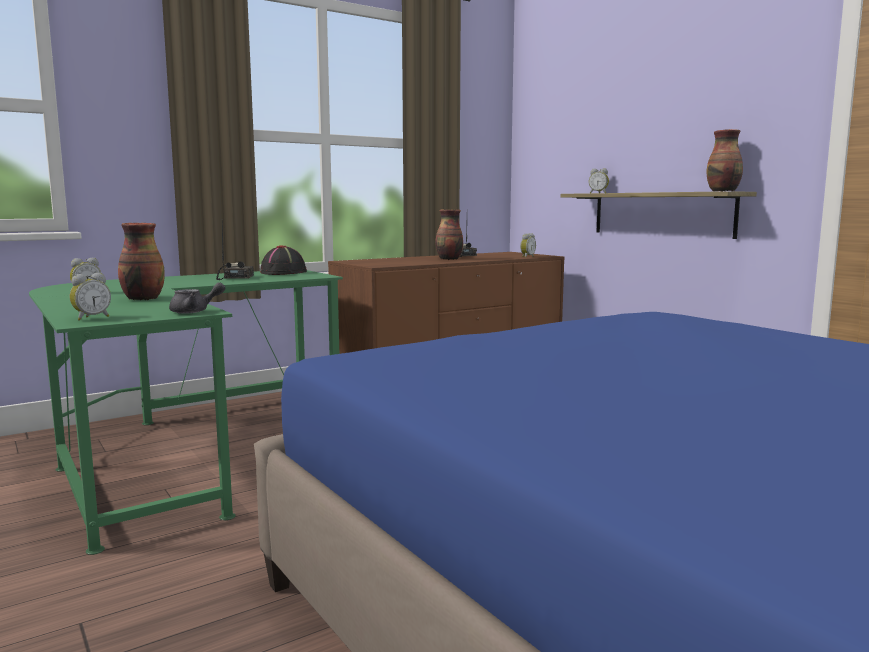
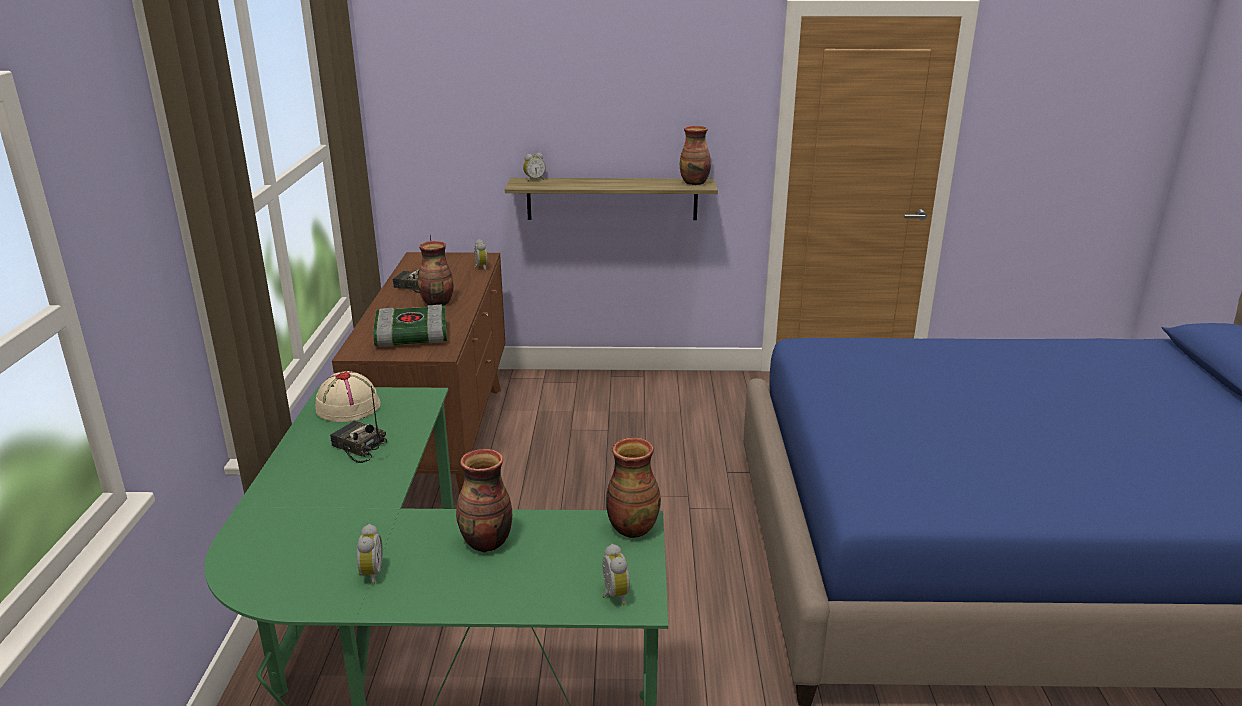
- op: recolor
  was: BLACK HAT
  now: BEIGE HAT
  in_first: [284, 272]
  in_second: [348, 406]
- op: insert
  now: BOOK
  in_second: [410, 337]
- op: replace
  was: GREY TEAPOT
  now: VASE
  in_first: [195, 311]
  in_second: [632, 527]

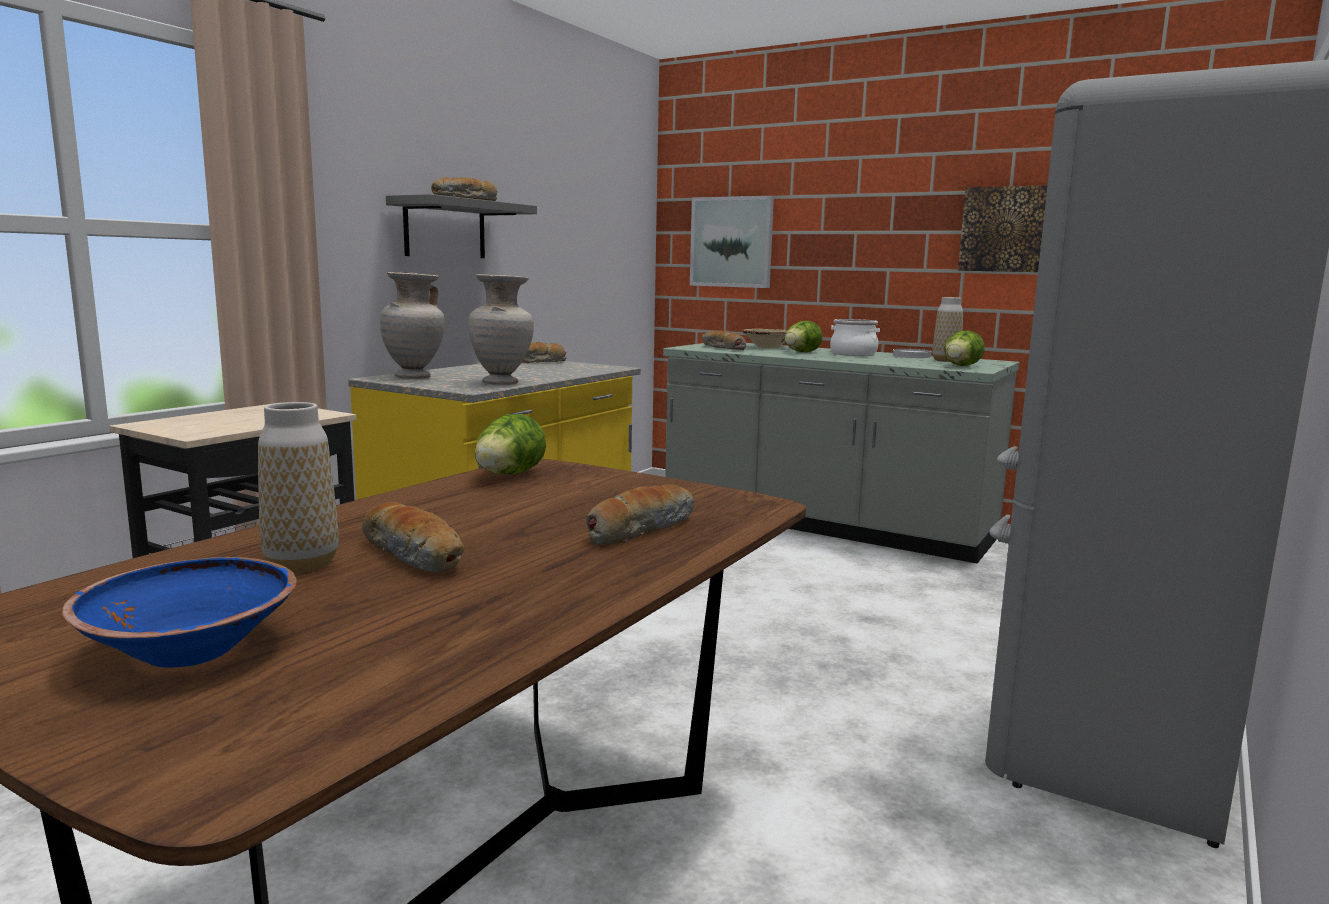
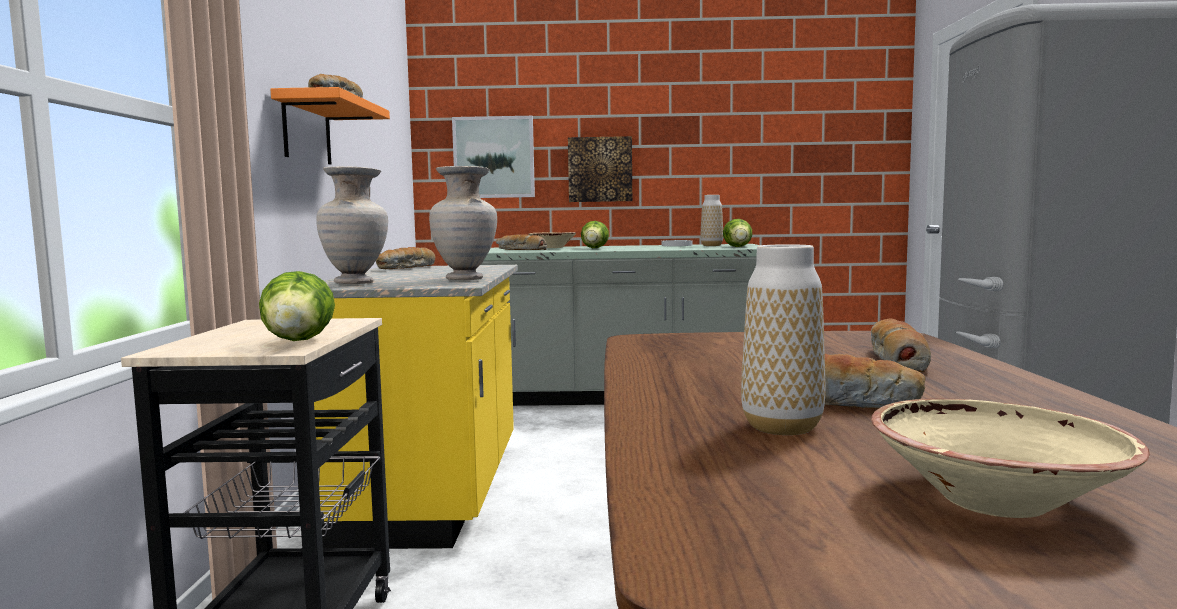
- op: move
  was: LETTUCE
  in_first: [508, 475]
  in_second: [298, 342]
- op: recolor
  was: GREY SHELF
  now: ORANGE SHELF
  in_first: [445, 229]
  in_second: [307, 131]
- op: move
  was: PICTURE
  in_first: [1005, 229]
  in_second: [600, 169]
- op: recolor
  was: BLUE BOWL
  now: BEIGE BOWL
  in_first: [190, 650]
  in_second: [994, 499]
- op: delete
  was: COOKING POT
  in_first: [853, 354]

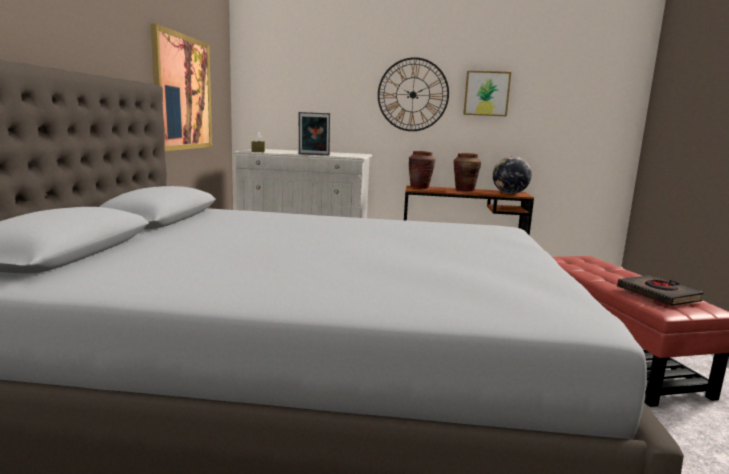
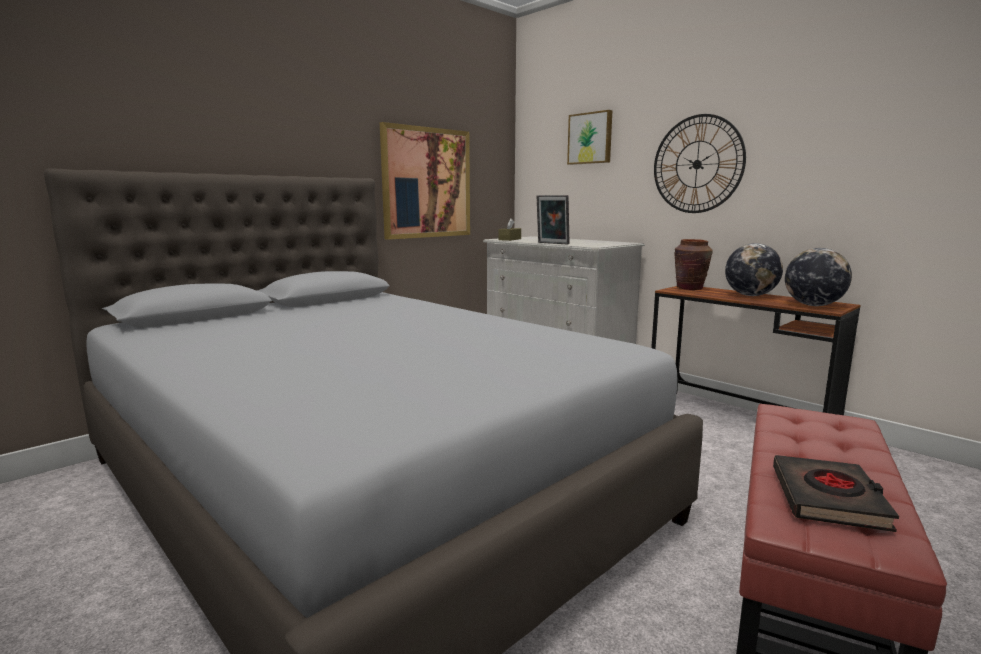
- op: move
  was: PICTURE
  in_first: [486, 93]
  in_second: [590, 138]
- op: replace
  was: BROWN VASE
  now: GLOBE
  in_first: [464, 190]
  in_second: [750, 295]

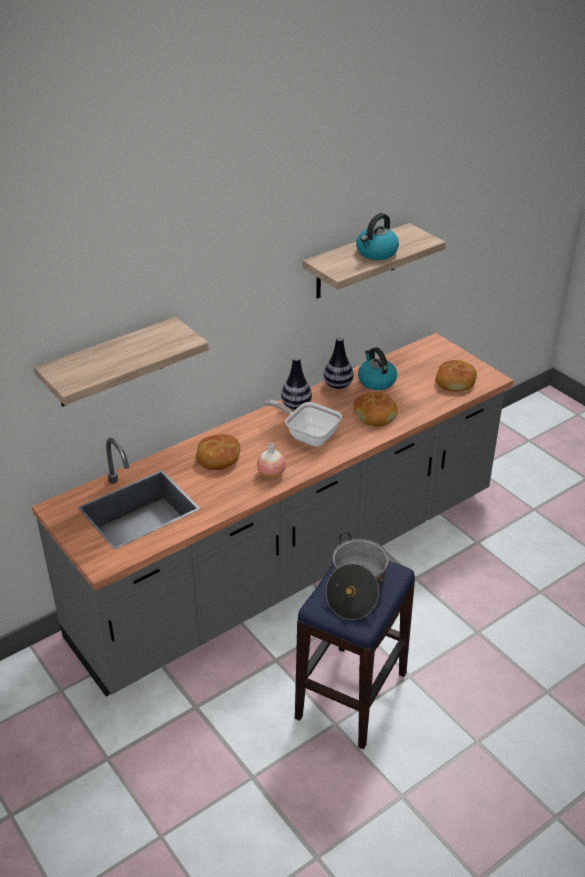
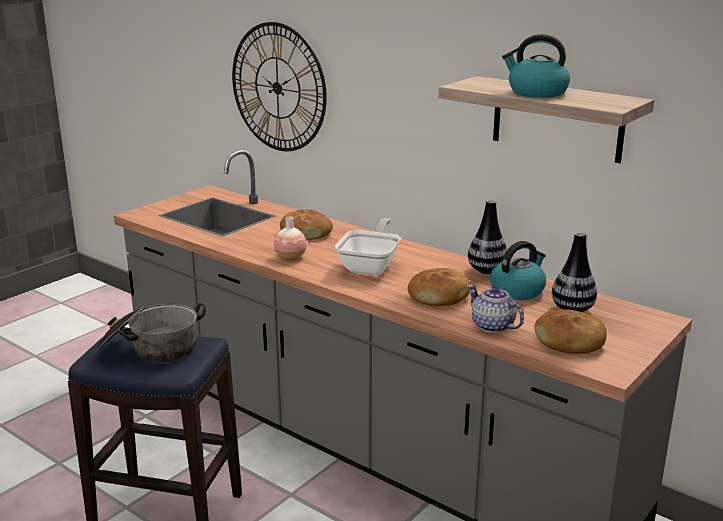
- op: replace
  was: SHELF
  now: WALL CLOCK
  in_first: [110, 363]
  in_second: [278, 88]
- op: insert
  now: TEAPOT
  in_second: [493, 326]
- op: move
  was: VASE
  in_first: [296, 406]
  in_second: [572, 310]

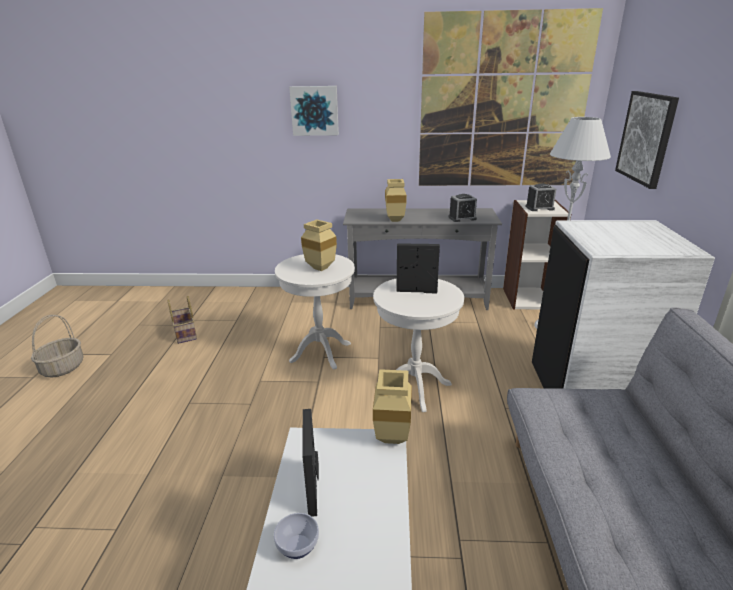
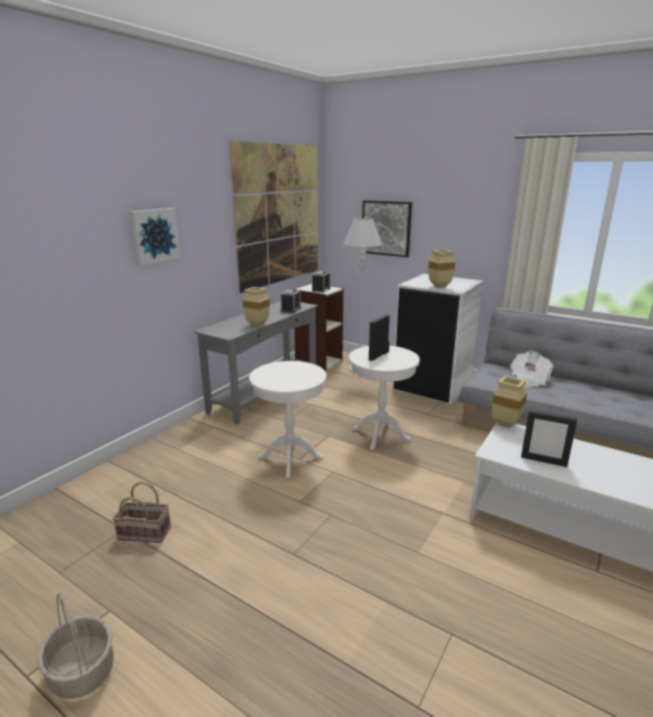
- op: move
  was: BEIGE VASE
  in_first: [318, 268]
  in_second: [439, 287]
- op: insert
  now: NEWSPAPER
  in_second: [528, 379]
- op: delete
  was: BOWL
  in_first: [296, 547]

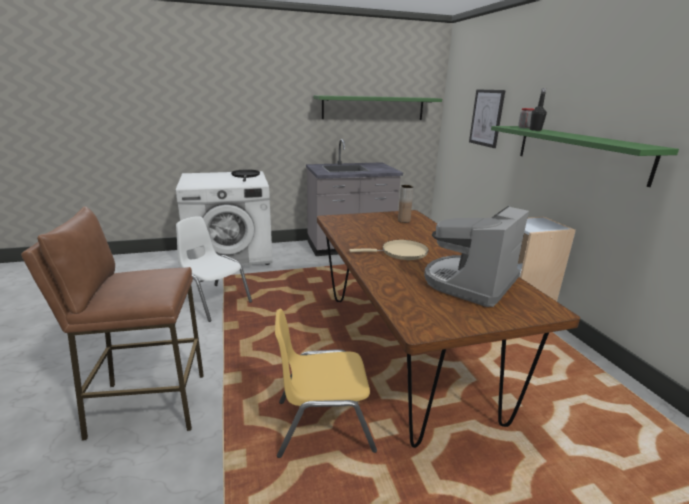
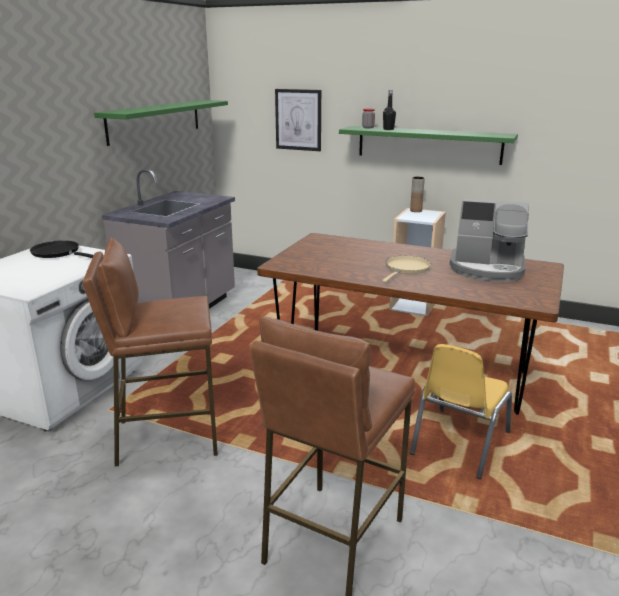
- op: replace
  was: WHITE CHAIR
  now: BROWN STOOL
  in_first: [214, 301]
  in_second: [167, 436]
- op: move
  was: BROWN VASE
  in_first: [404, 221]
  in_second: [416, 211]
- op: rotate
  was: COFFEE MACHINE
  in_first: [469, 282]
  in_second: [487, 269]
  clockwise: -60

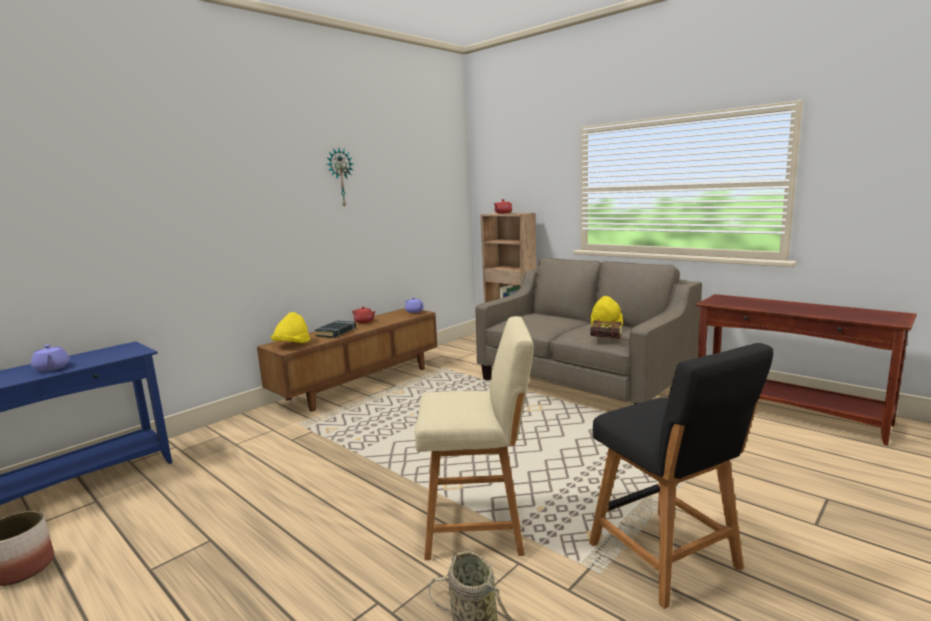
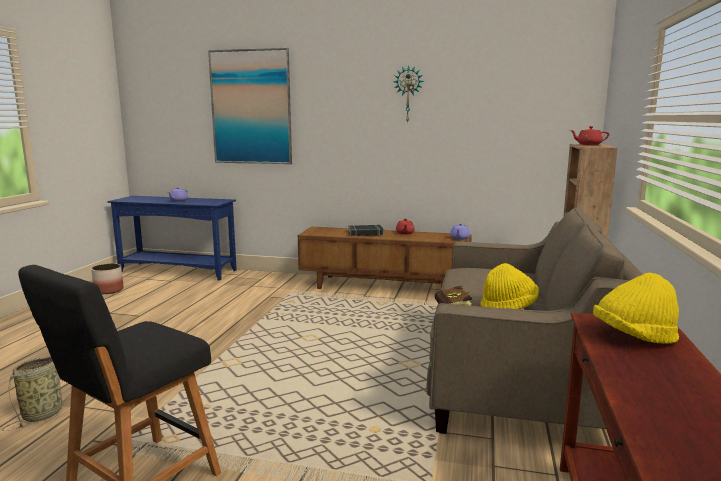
- op: insert
  now: PICTURE
  in_second: [251, 107]
- op: move
  was: YELLOW HAT
  in_first: [292, 345]
  in_second: [633, 337]
- op: delete
  was: BEIGE STOOL
  in_first: [480, 526]

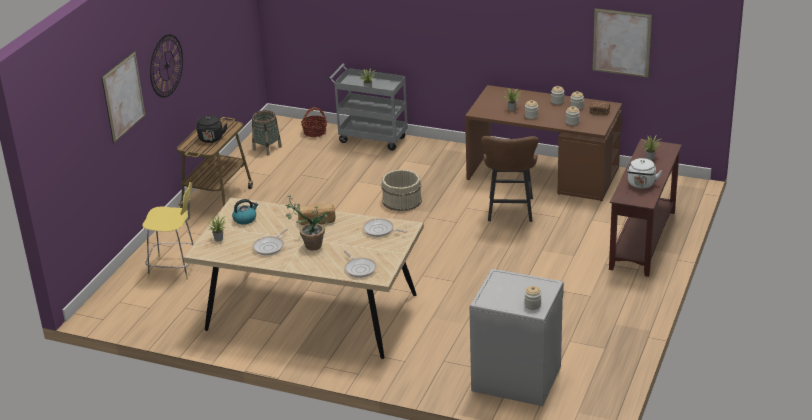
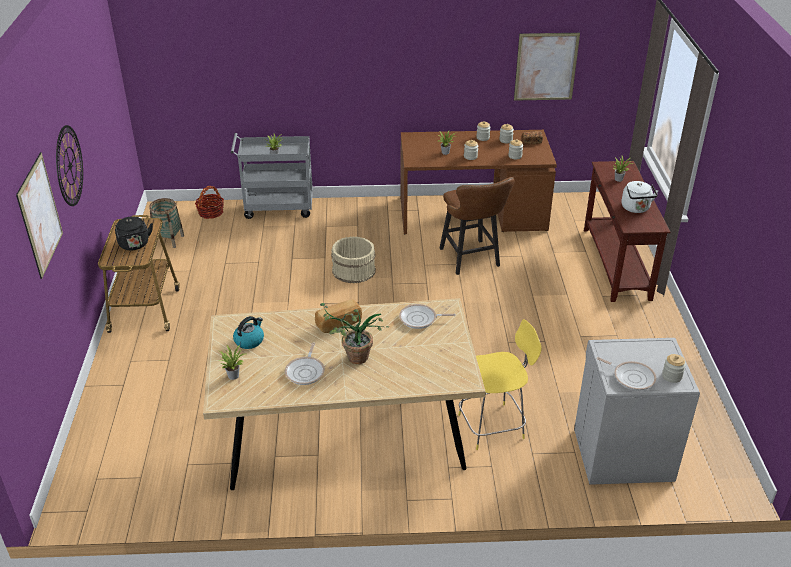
- op: move
  was: YELLOW STOOL
  in_first: [175, 268]
  in_second: [493, 426]
- op: move
  was: FRYING PAN
  in_first: [359, 268]
  in_second: [631, 377]

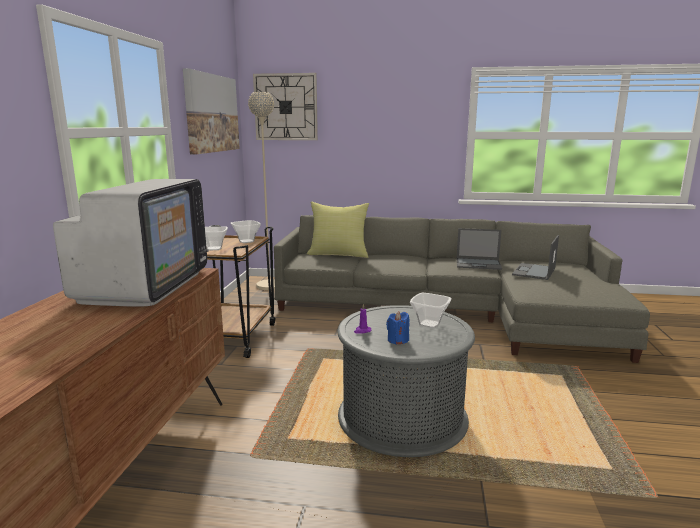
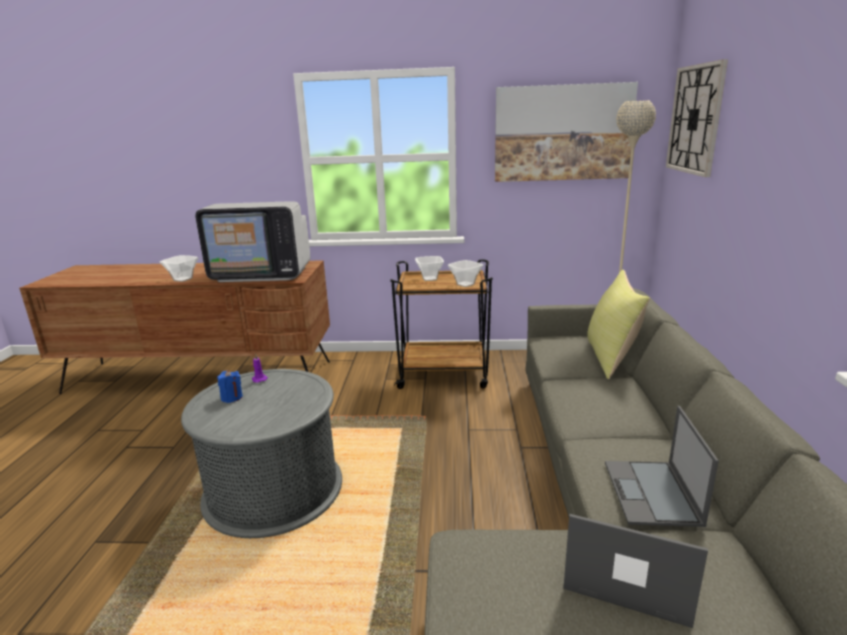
- op: move
  was: BOWL
  in_first: [429, 324]
  in_second: [182, 279]

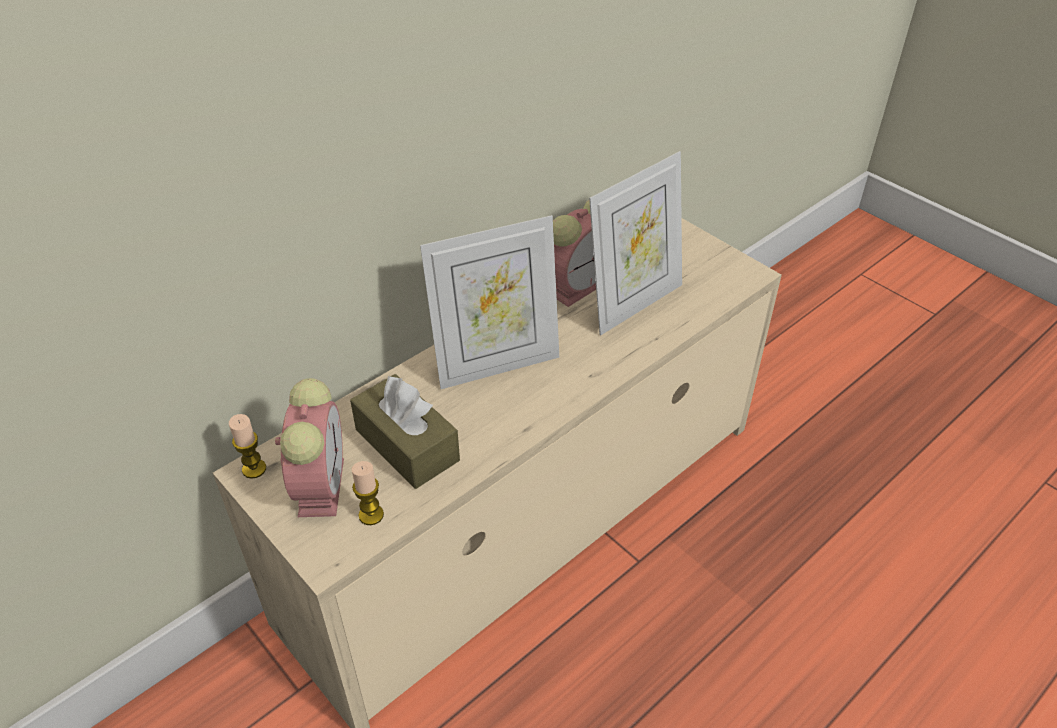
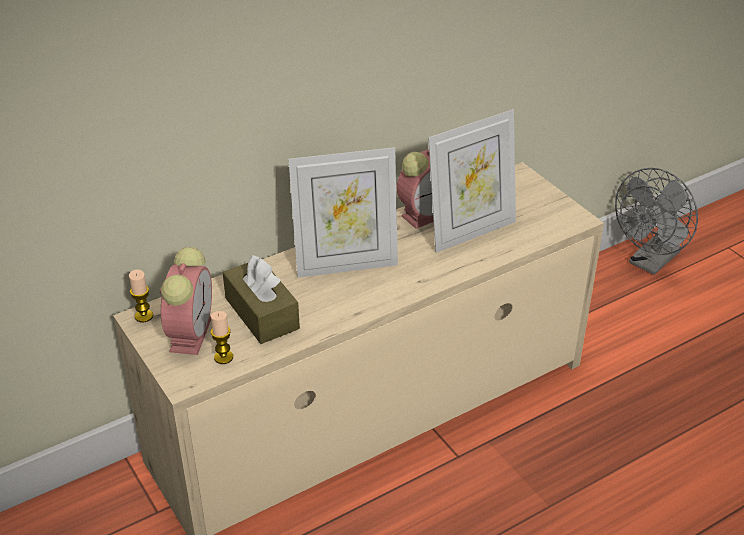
- op: insert
  now: GREY FAN
  in_second: [650, 262]

